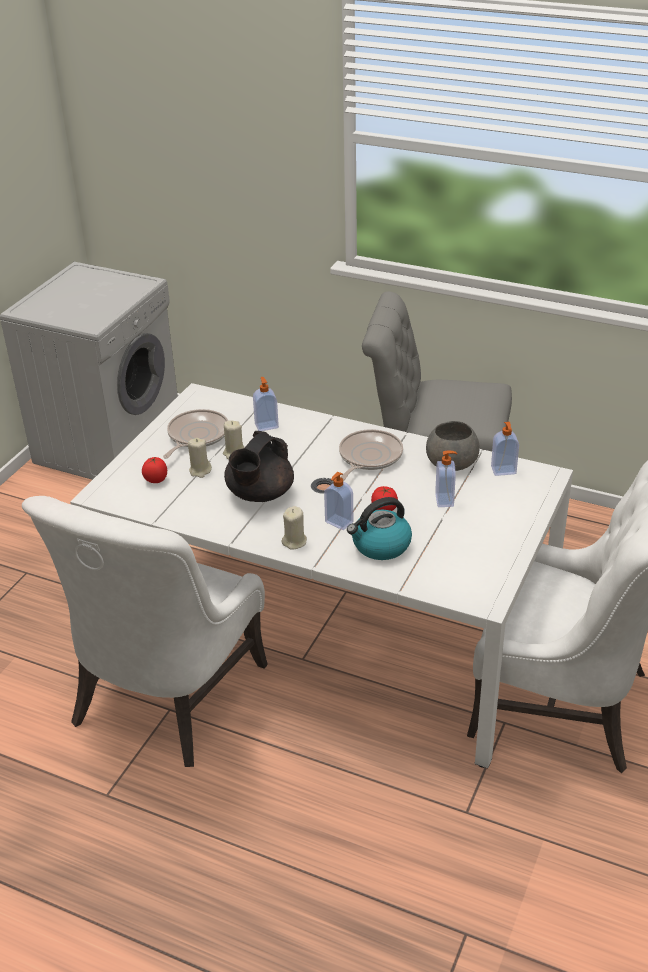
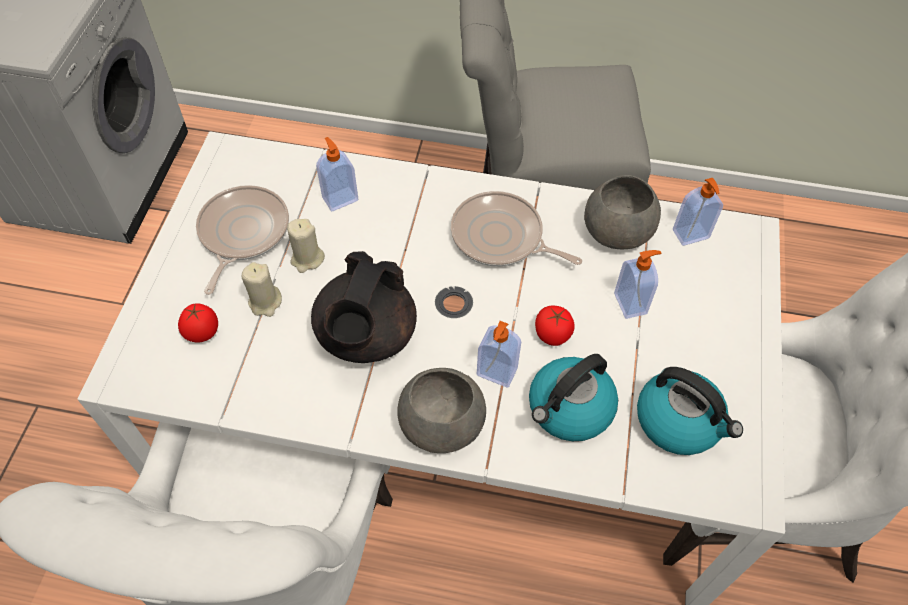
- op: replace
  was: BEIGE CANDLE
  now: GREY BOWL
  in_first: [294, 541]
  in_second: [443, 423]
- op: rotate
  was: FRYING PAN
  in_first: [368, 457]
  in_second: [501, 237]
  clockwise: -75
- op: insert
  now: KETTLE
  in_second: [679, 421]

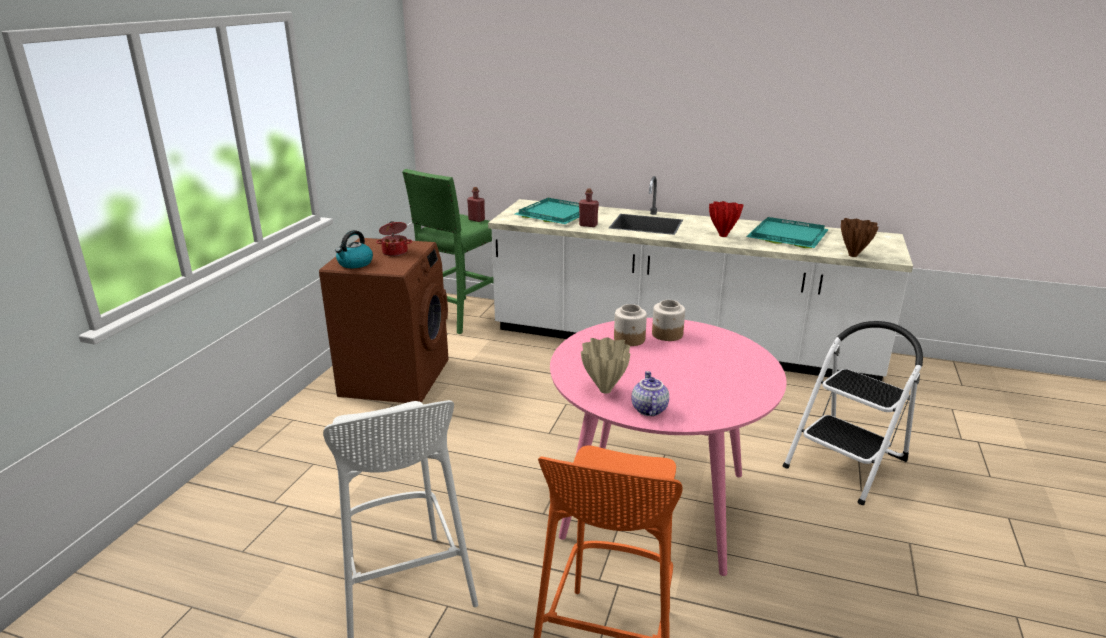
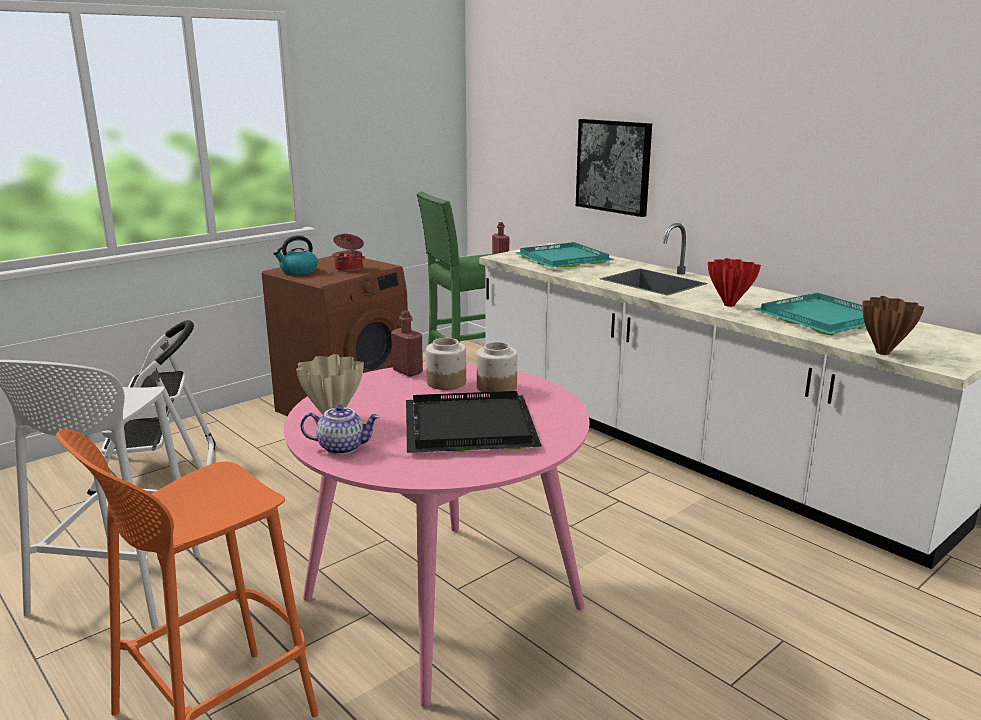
- op: move
  was: STEP LADDER
  in_first: [848, 463]
  in_second: [160, 469]
- op: rotate
  was: TEAPOT
  in_first: [648, 409]
  in_second: [342, 447]
  clockwise: 60
- op: move
  was: RED BOTTLE
  in_first: [588, 225]
  in_second: [407, 371]
- op: insert
  now: BLACK TRAY
  in_second: [466, 426]
- op: insert
  now: PICTURE
  in_second: [614, 166]

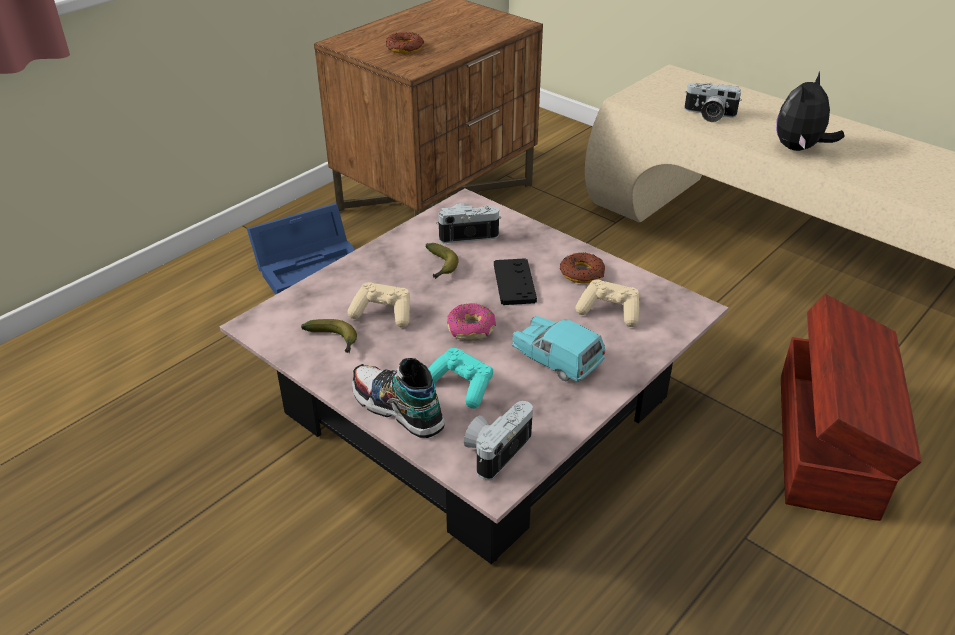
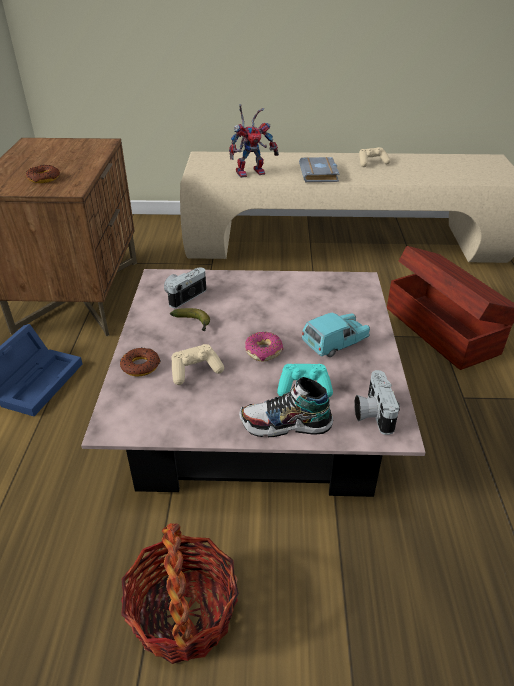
- op: move
  was: DONUT
  in_first: [582, 273]
  in_second: [140, 366]
- op: insert
  now: BASKET
  in_second: [183, 612]
- op: replace
  was: PHOTO CAMERA
  now: TOY ROBOT
  in_first: [709, 115]
  in_second: [252, 172]
- op: replace
  was: PLUSH TOY
  now: GREY BOOK
  in_first: [799, 149]
  in_second: [320, 174]
- op: rotate
  was: TURQUOISE TOY CAR
  in_first: [556, 361]
  in_second: [335, 344]
  clockwise: 150
- op: move
  was: BEIGE GAME CONTROLLER
  in_first: [609, 311]
  in_second: [372, 163]
- op: delete
  was: BANANA
  in_first: [334, 341]
- op: delete
  was: BLACK GAME CONTROLLER
  in_first: [514, 283]

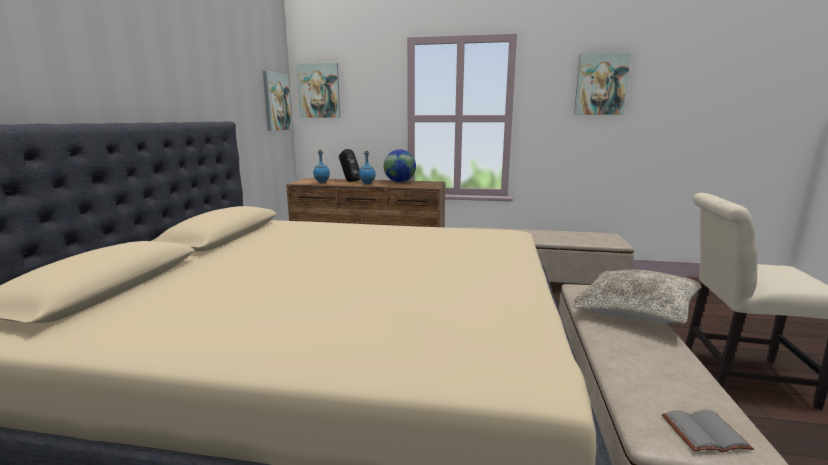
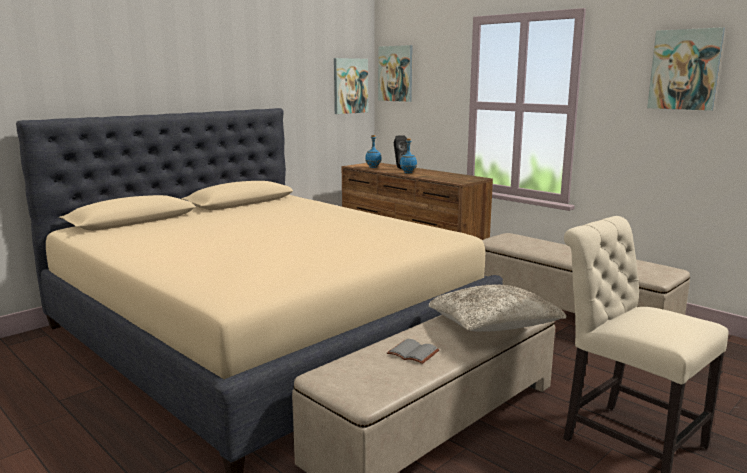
- op: move
  was: GREY BOOK
  in_first: [704, 432]
  in_second: [414, 353]
- op: delete
  was: GLOBE
  in_first: [399, 182]

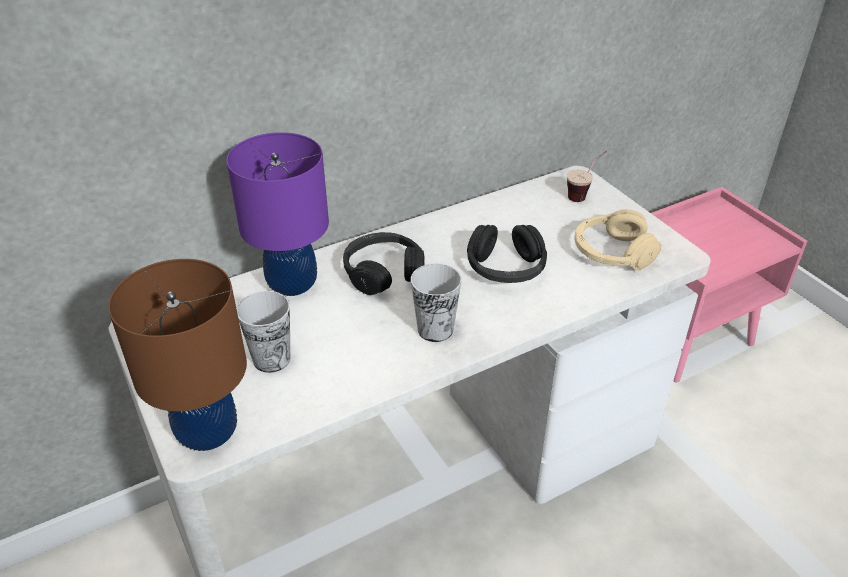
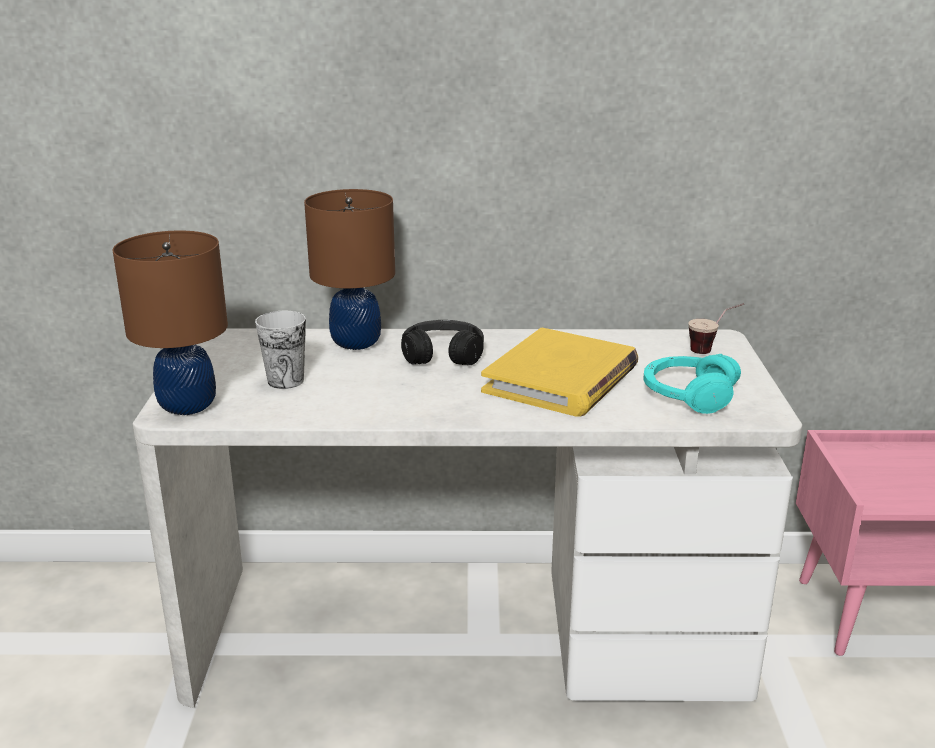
- op: recolor
  was: PURPLE TABLE LAMP
  now: BROWN TABLE LAMP
  in_first: [290, 286]
  in_second: [353, 344]
- op: replace
  was: BLACK HEADPHONES
  now: YELLOW BOOK
  in_first: [506, 268]
  in_second: [561, 379]
- op: recolor
  was: BEIGE HEADPHONES
  now: TURQUOISE HEADPHONES
  in_first: [612, 253]
  in_second: [688, 395]
- op: delete
  was: CUP
  in_first: [435, 329]

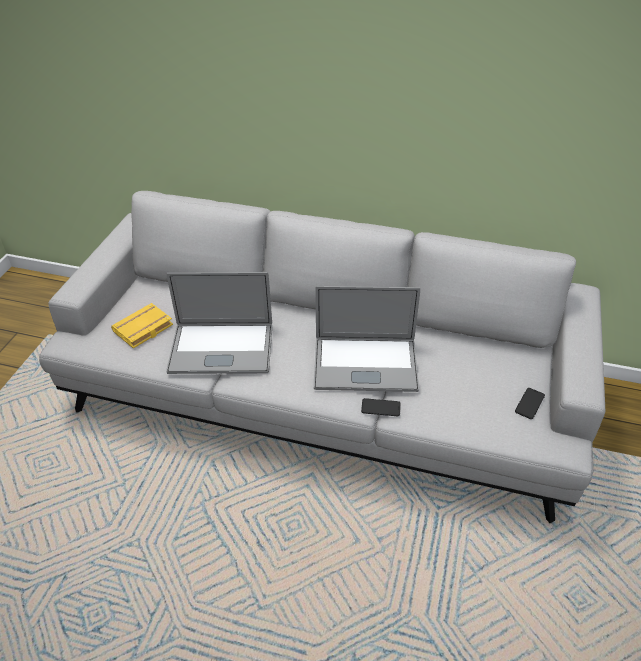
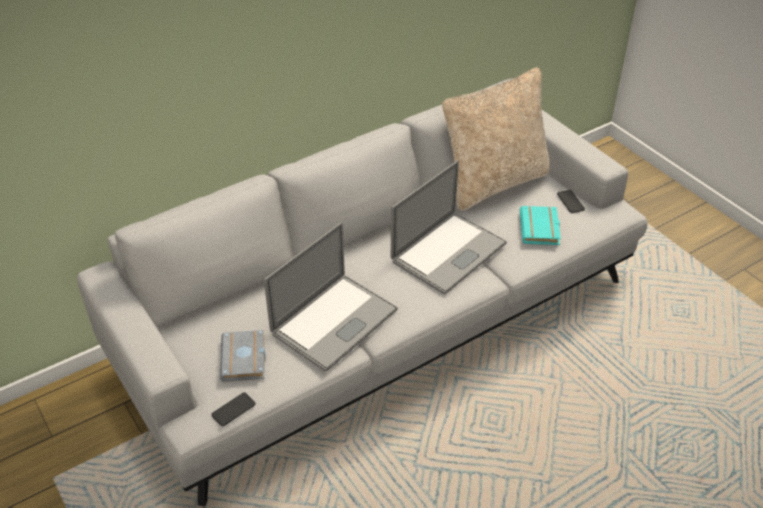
- op: move
  was: PHONE
  in_first: [380, 407]
  in_second: [233, 409]
- op: recolor
  was: YELLOW BOOK
  now: GREY BOOK
  in_first: [143, 329]
  in_second: [245, 360]
- op: insert
  now: BEIGE PILLOW
  in_second: [495, 184]
- op: insert
  now: TURQUOISE BOOK
  in_second: [541, 229]

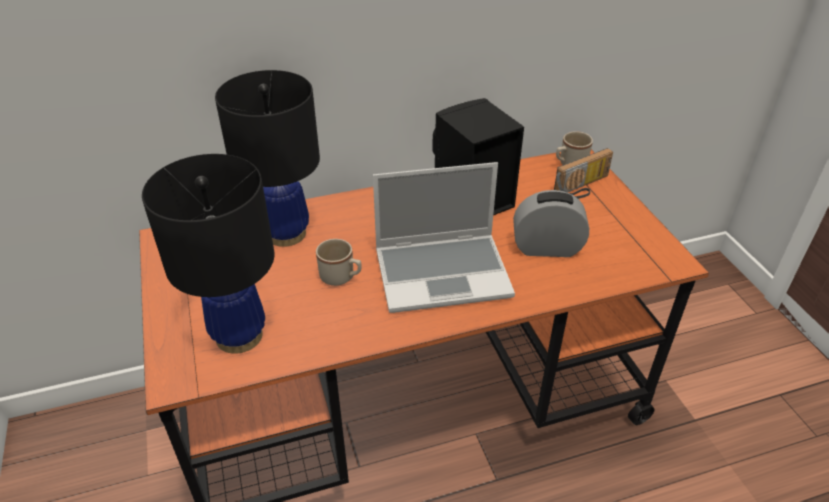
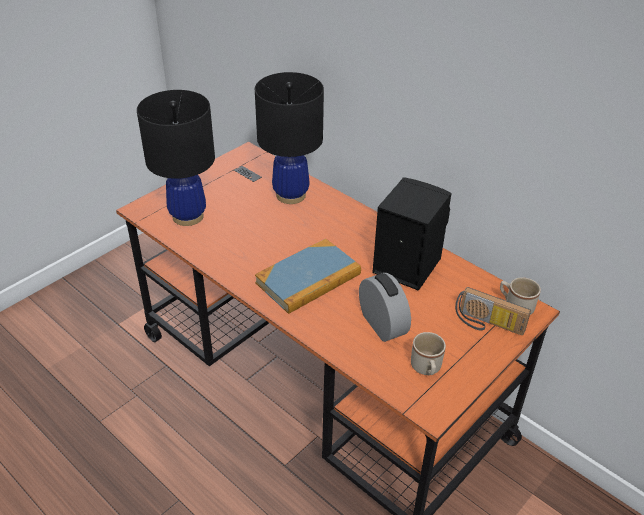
- op: replace
  was: LAPTOP
  now: BOOK
  in_first: [443, 273]
  in_second: [308, 279]
- op: move
  was: BEIGE MUG
  in_first: [341, 277]
  in_second: [426, 369]

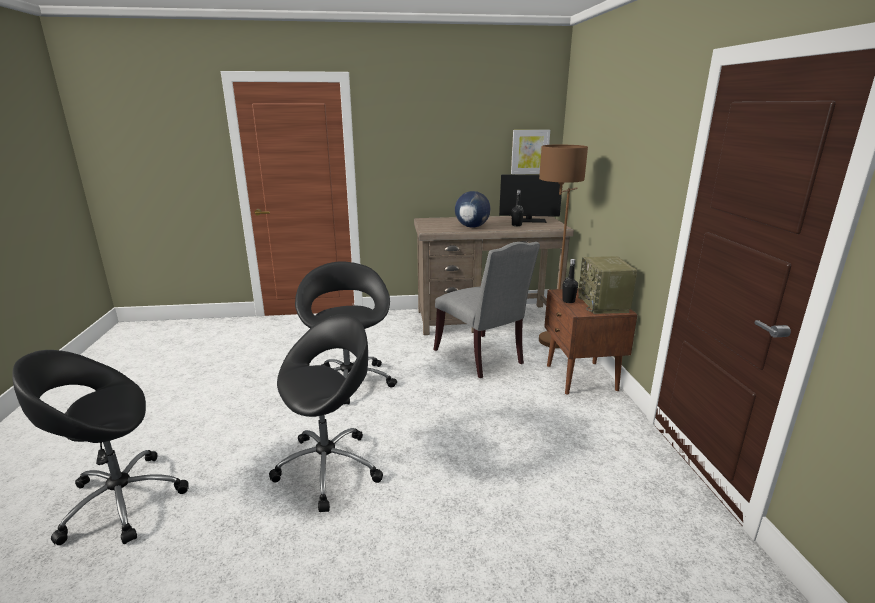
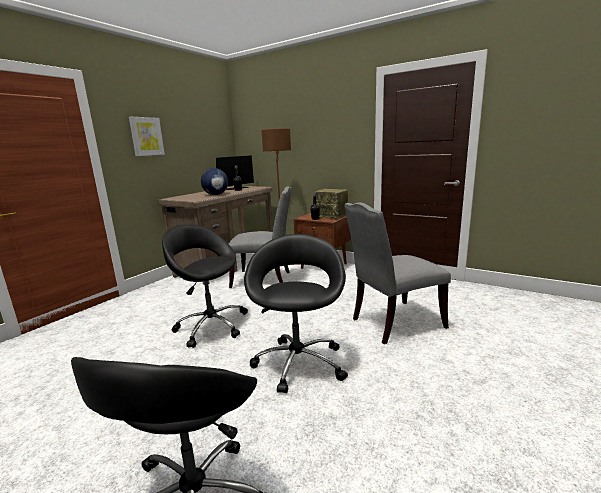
- op: move
  was: PICTURE
  in_first: [529, 152]
  in_second: [146, 136]
- op: insert
  now: GREY CHAIR
  in_second: [393, 323]

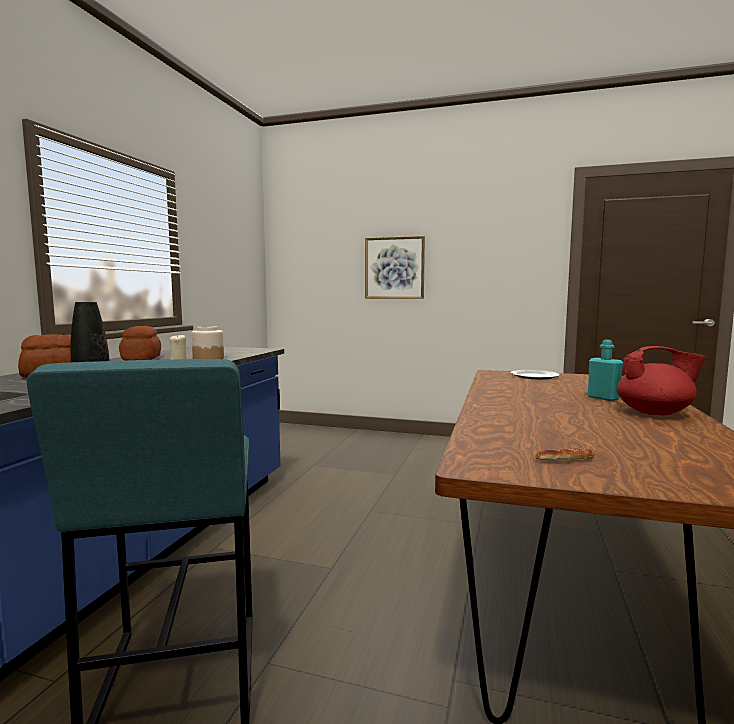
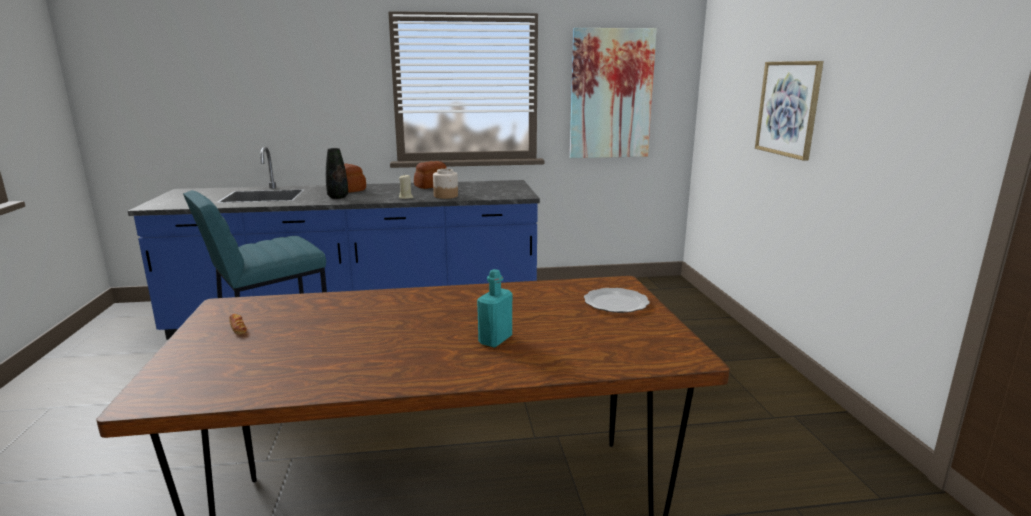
- op: insert
  now: PICTURE
  in_second: [611, 94]
- op: delete
  was: RED TEAPOT
  in_first: [655, 413]

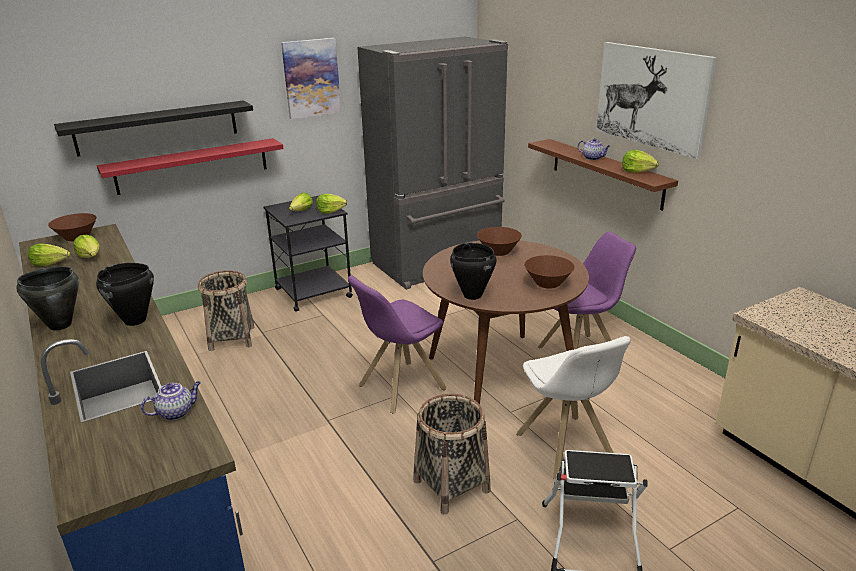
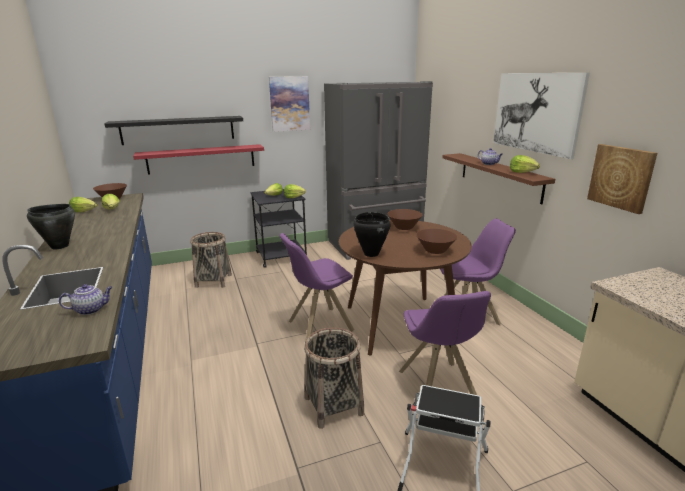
- op: recolor
  was: WHITE CHAIR
  now: PURPLE CHAIR
  in_first: [565, 447]
  in_second: [438, 386]
- op: insert
  now: PICTURE
  in_second: [621, 177]
- op: delete
  was: BLACK COOKING POT
  in_first: [135, 321]

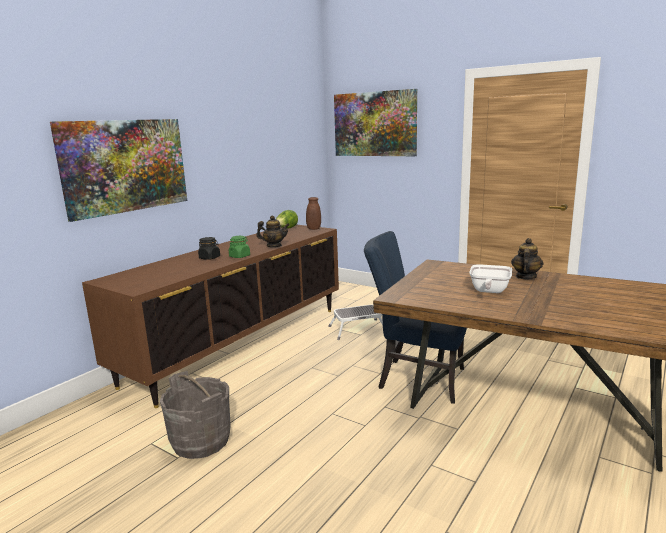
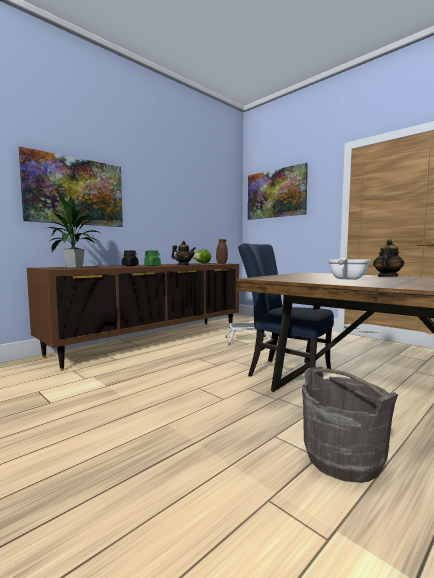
- op: insert
  now: POTTED PLANT
  in_second: [75, 267]
- op: move
  was: GREY BUCKET
  in_first: [200, 441]
  in_second: [343, 458]

